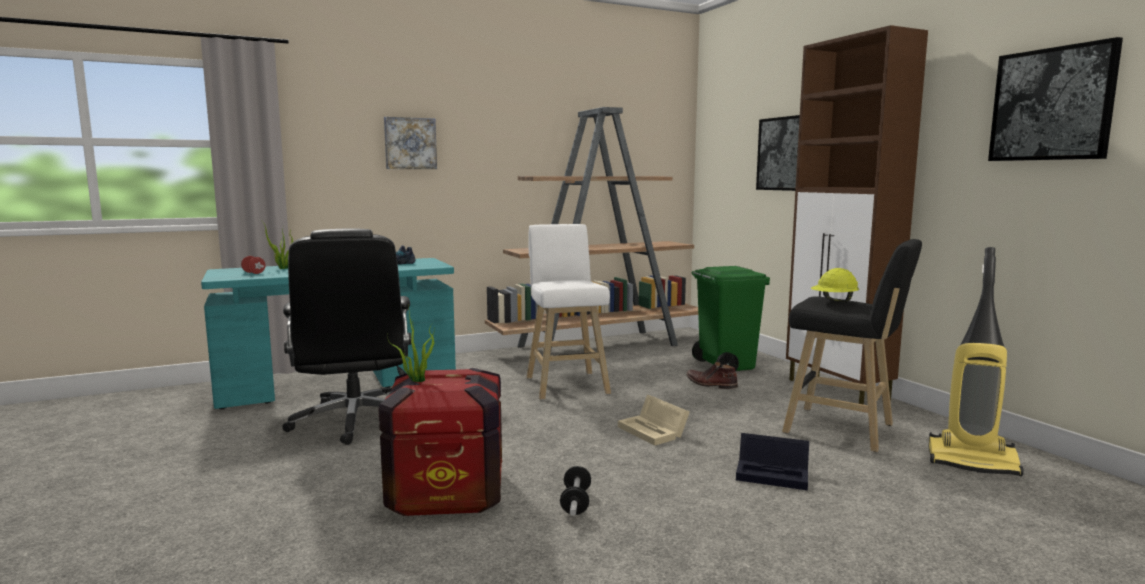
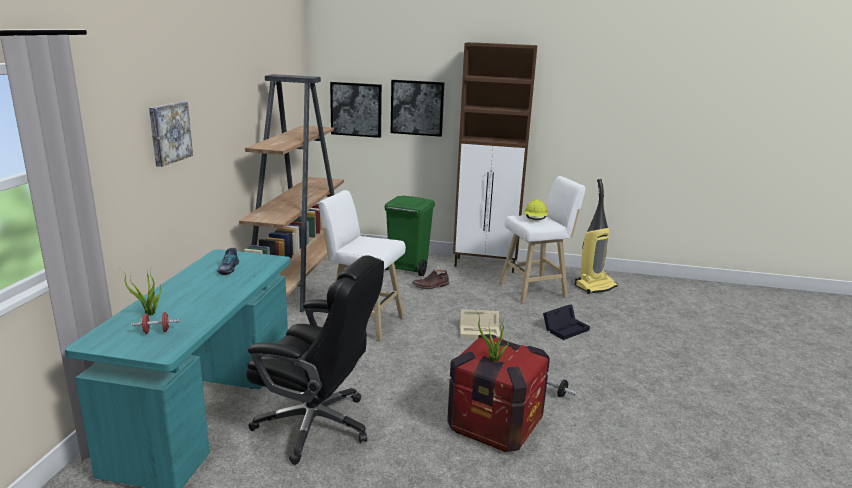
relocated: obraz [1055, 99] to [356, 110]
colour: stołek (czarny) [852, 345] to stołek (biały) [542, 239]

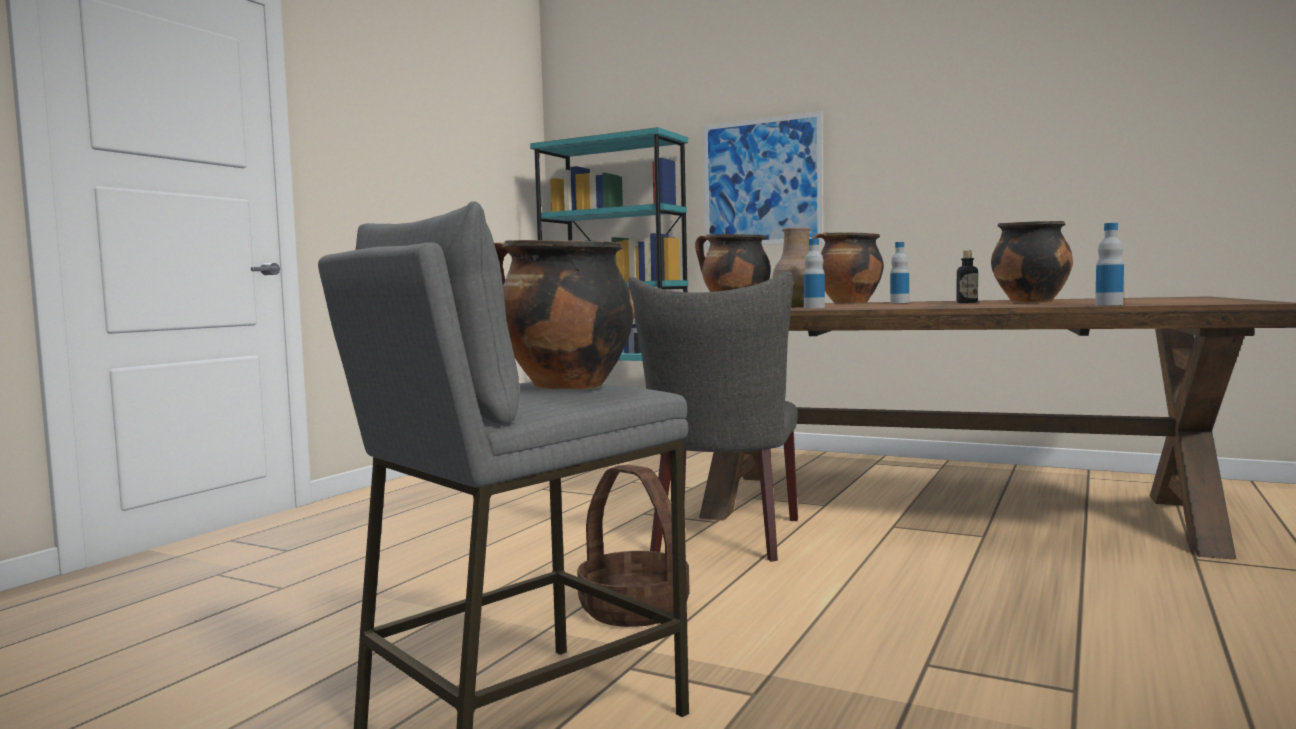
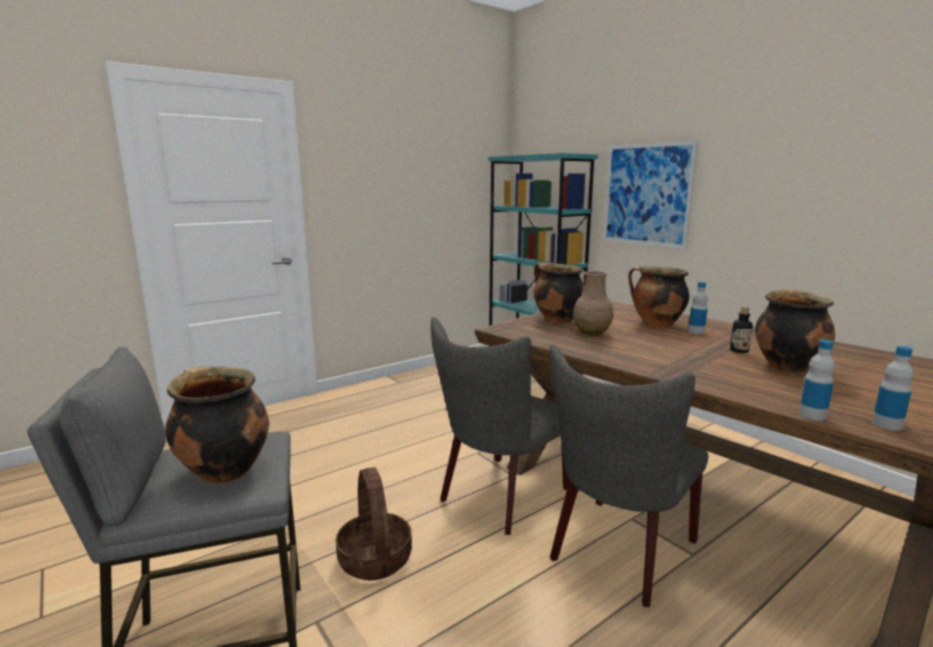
appeared: krzesło (szary) [628, 475]
relocated: butelka [814, 273] to [893, 388]

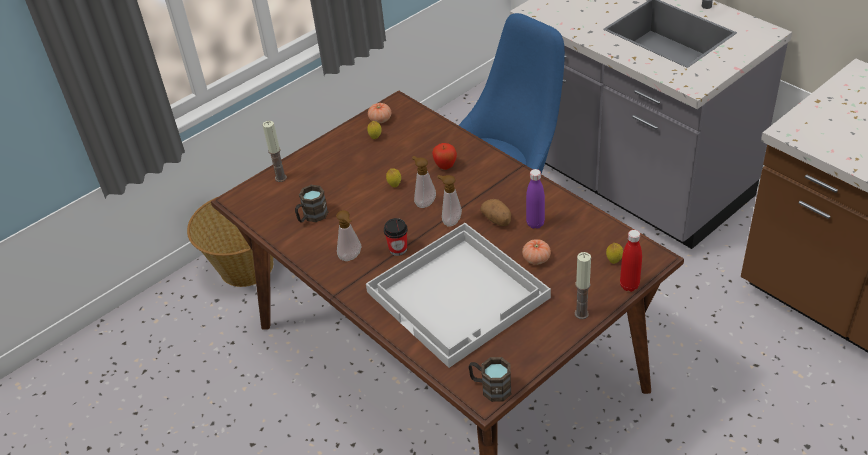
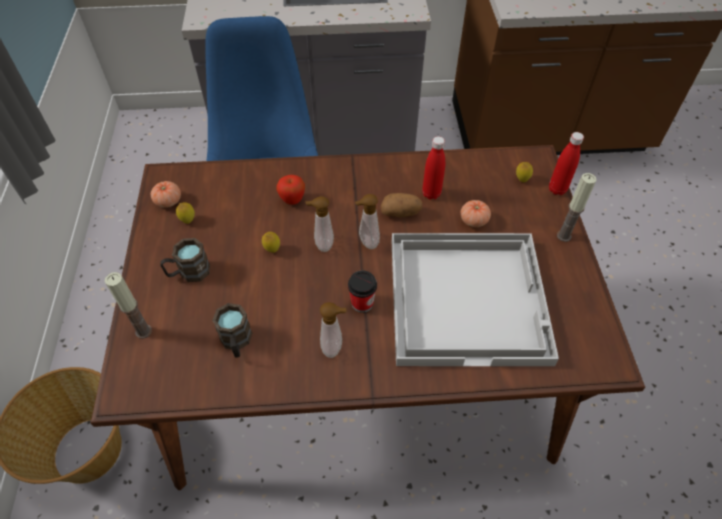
relocated: kubek (brązowy) [490, 379] to [185, 260]
colour: butelka (fioletowy) [535, 199] to butelka (czerwony) [433, 168]

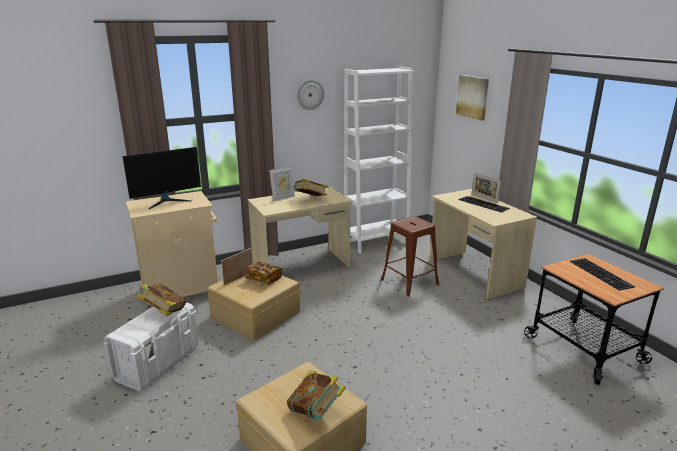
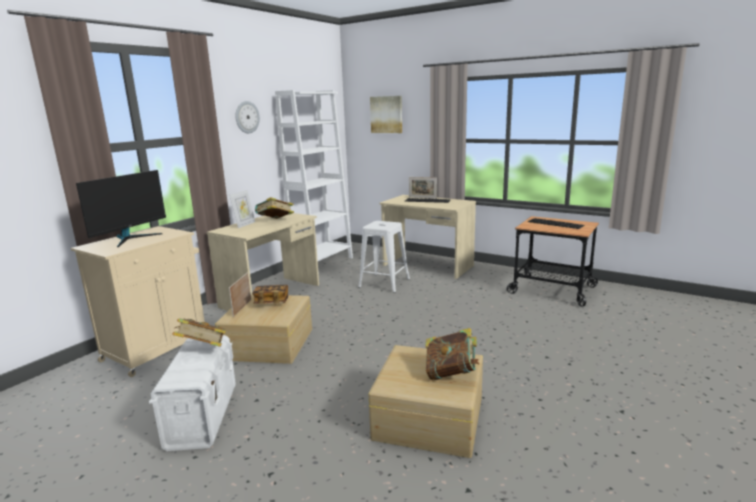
colour: stołek (brązowy) [410, 256] to stołek (biały) [384, 257]

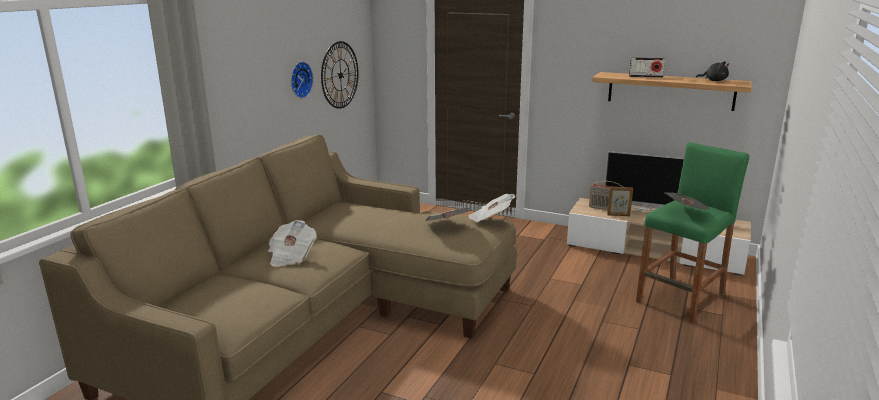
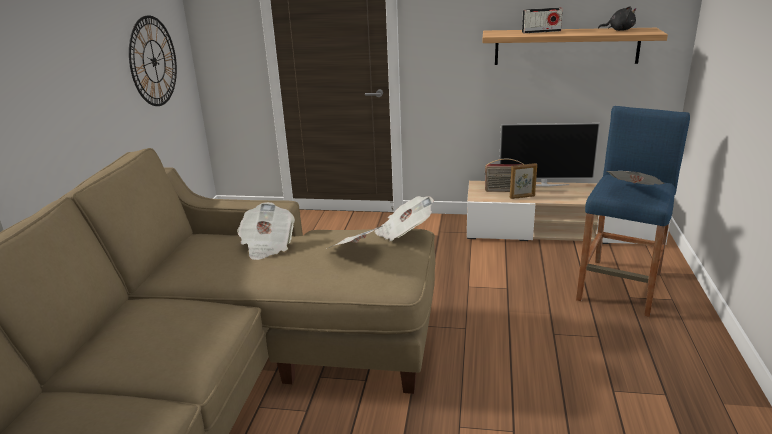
missing: zegar ścienny [302, 80]
relocated: gazeta [292, 243] to [266, 231]
colour: stołek (zielony) [692, 232] to stołek (niebieski) [633, 211]

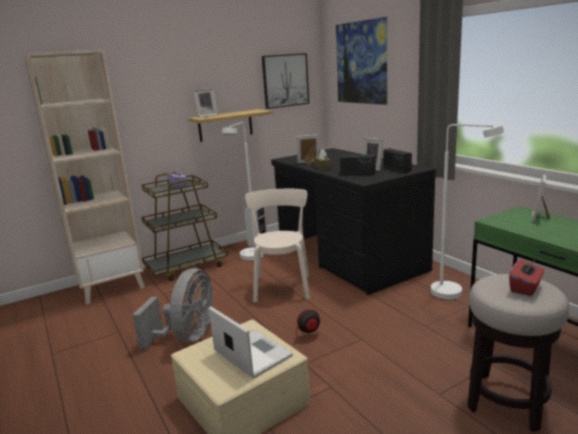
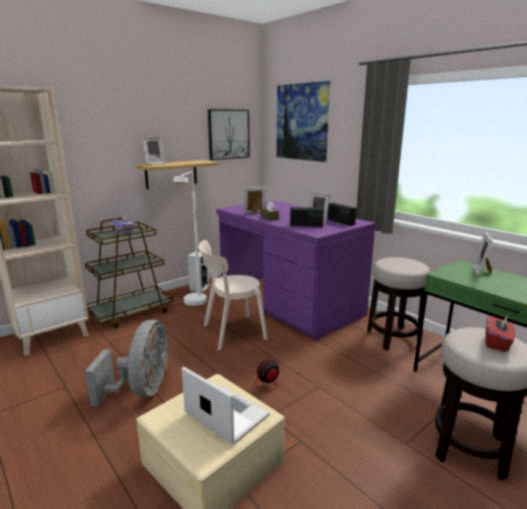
exchanged: lampa stojąca (biały) [467, 211] to stołek [399, 304]
colour: biurko (czarny) [353, 221] to biurko (fioletowy) [296, 270]
spun: krzesło (beżowy) [277, 245] = [233, 295] 105 degrees counterclockwise

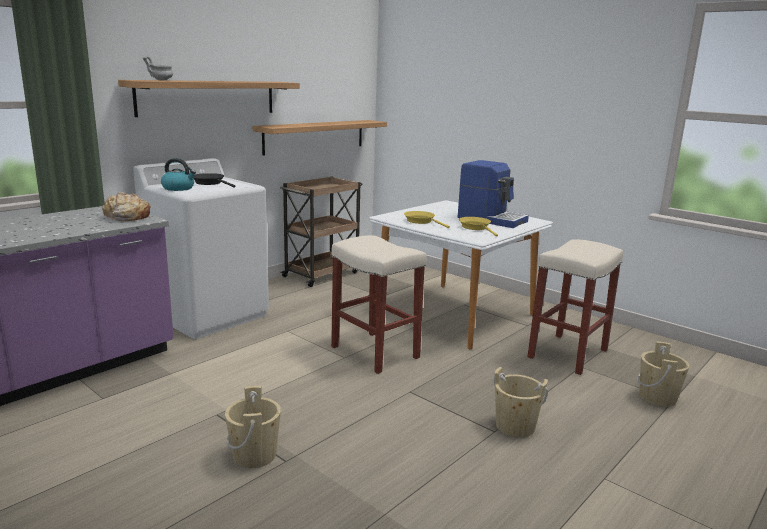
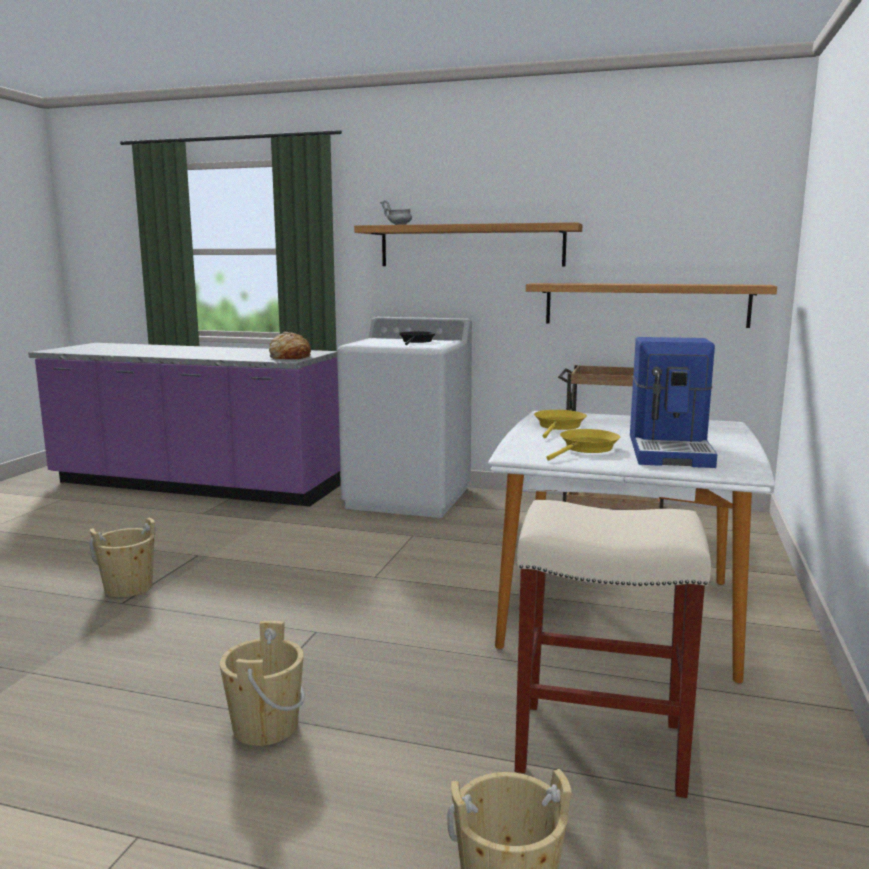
missing: czajnik [178, 174]; stołek (beżowy) [379, 304]

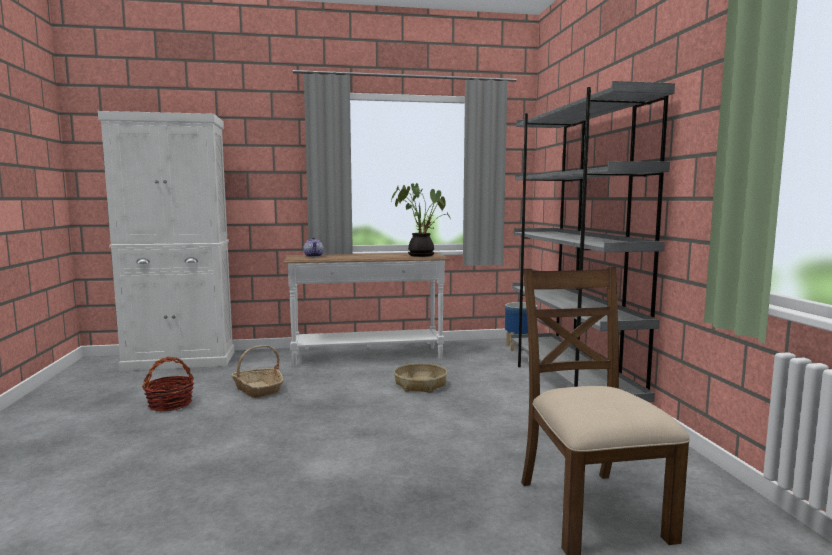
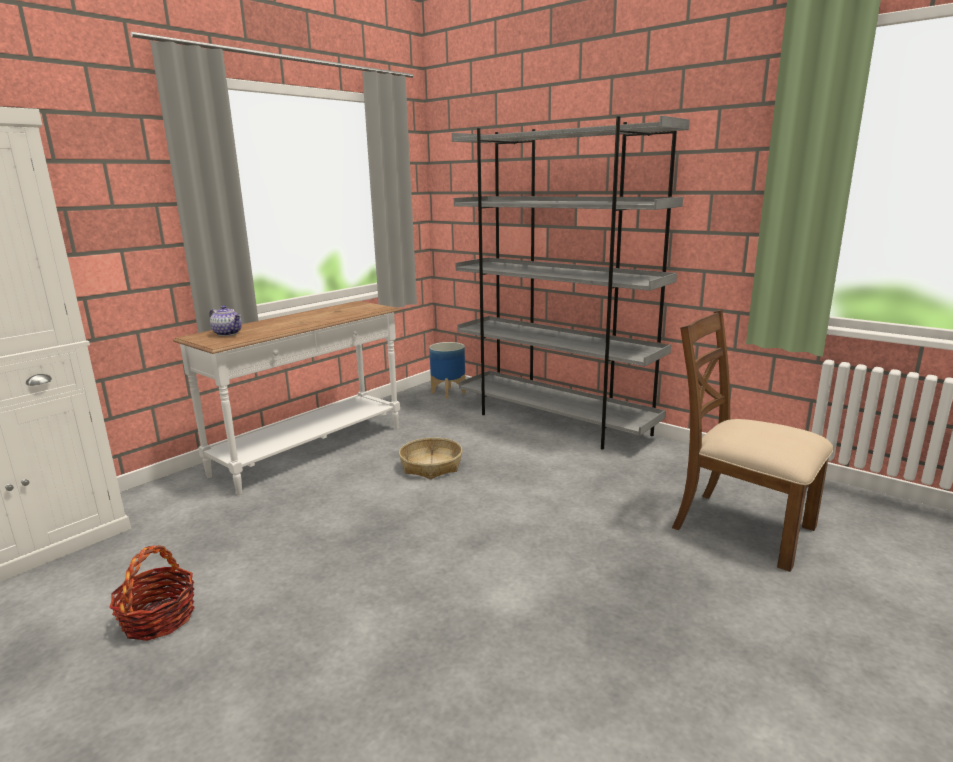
missing: koszyk [257, 371]; roślina doniczkowa [421, 220]

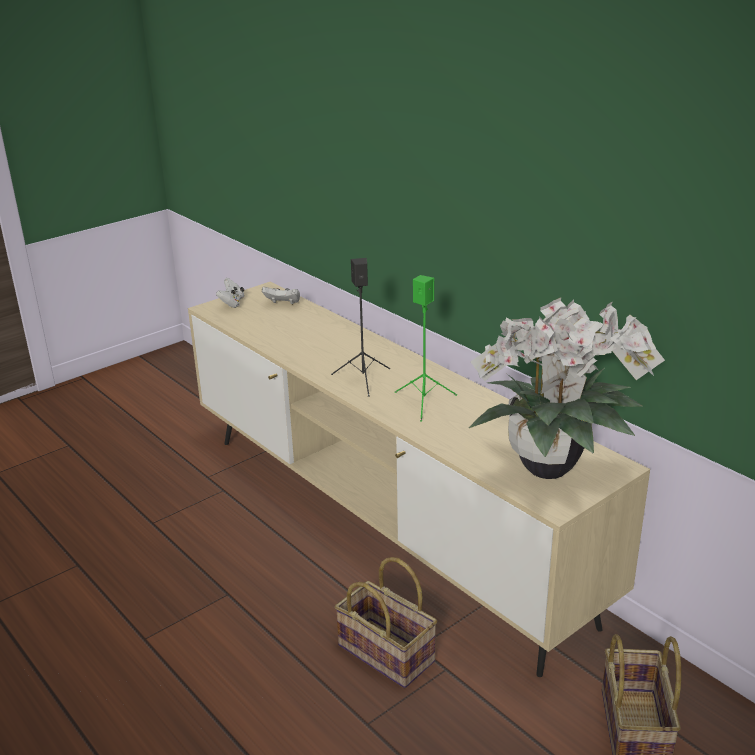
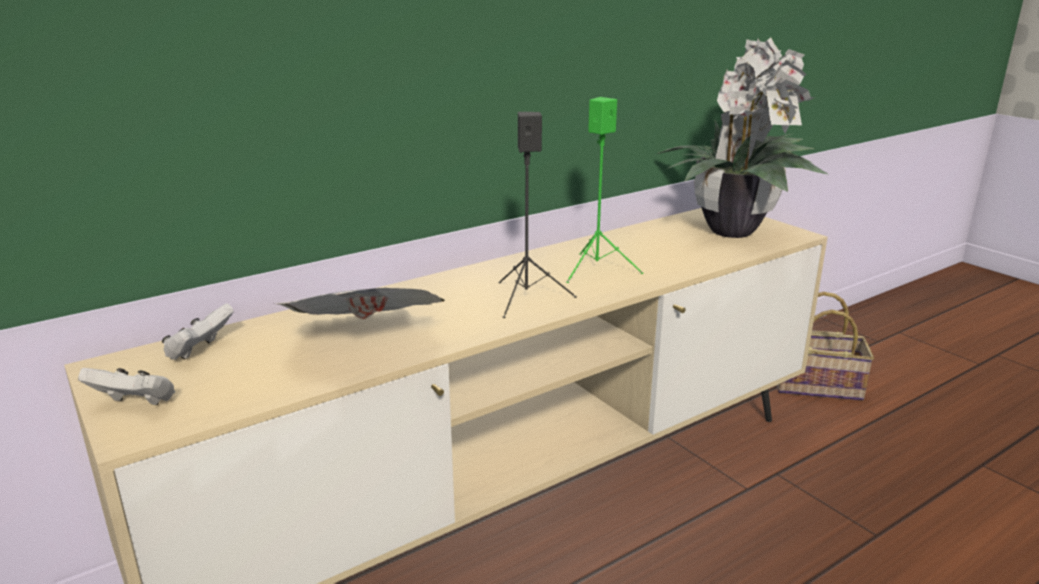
missing: koszyk [386, 622]
appeared: gazeta [360, 303]

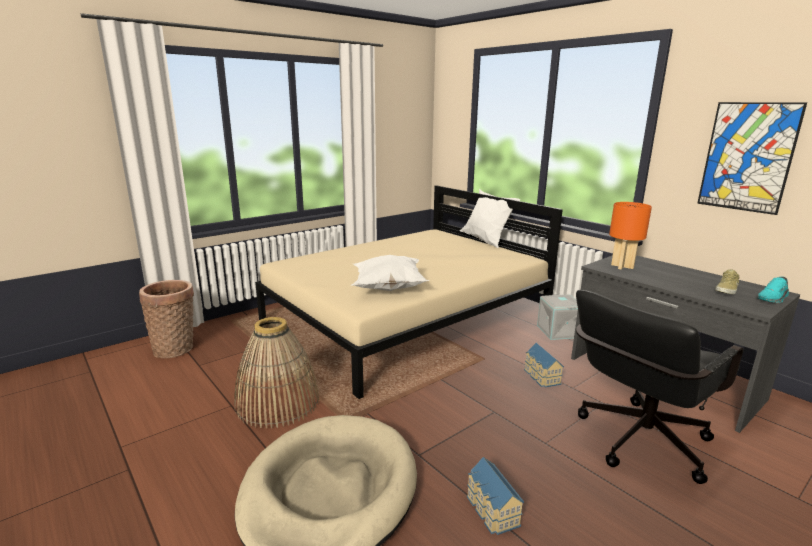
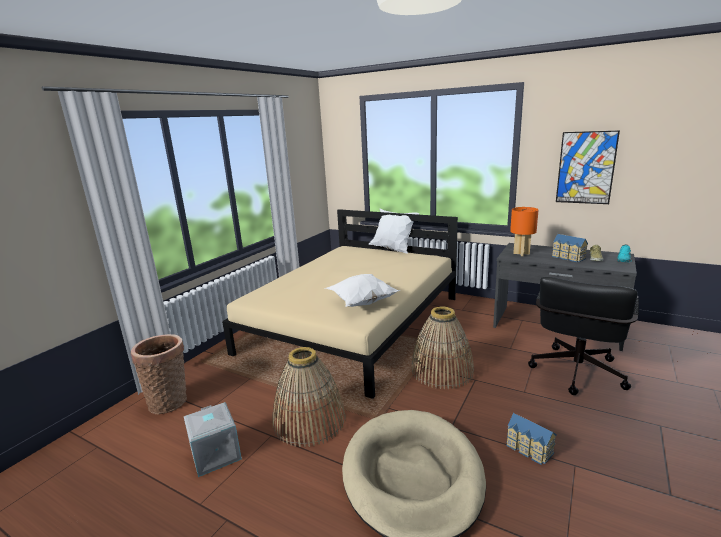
appeared: koszyk [442, 348]
relocated: domek [544, 365] to [570, 248]; pojemnik do przechowywania (szary) [557, 317] to [213, 439]

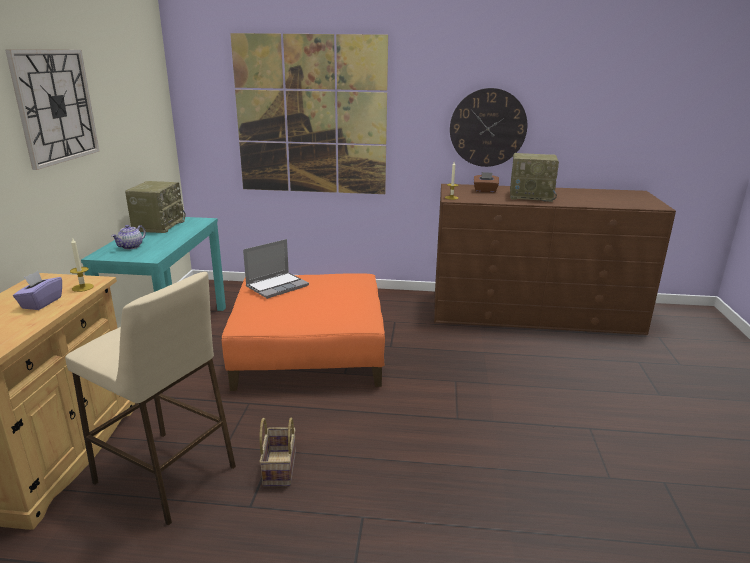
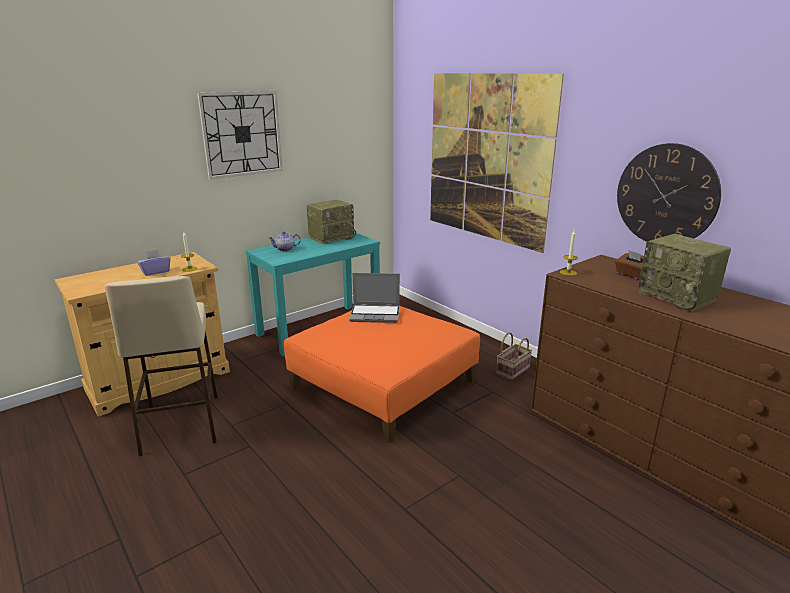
relocated: koszyk [277, 451] to [514, 356]

